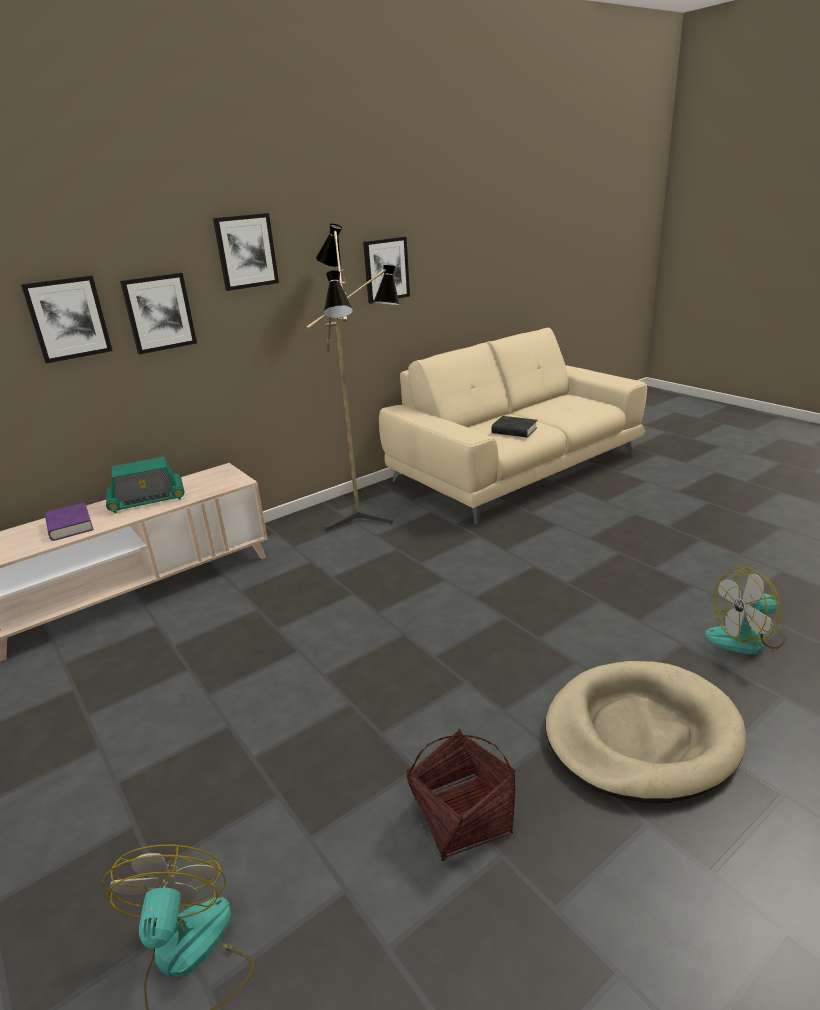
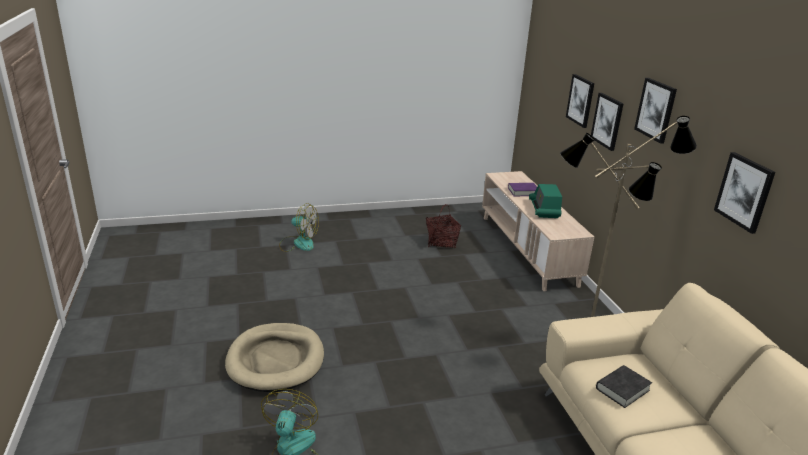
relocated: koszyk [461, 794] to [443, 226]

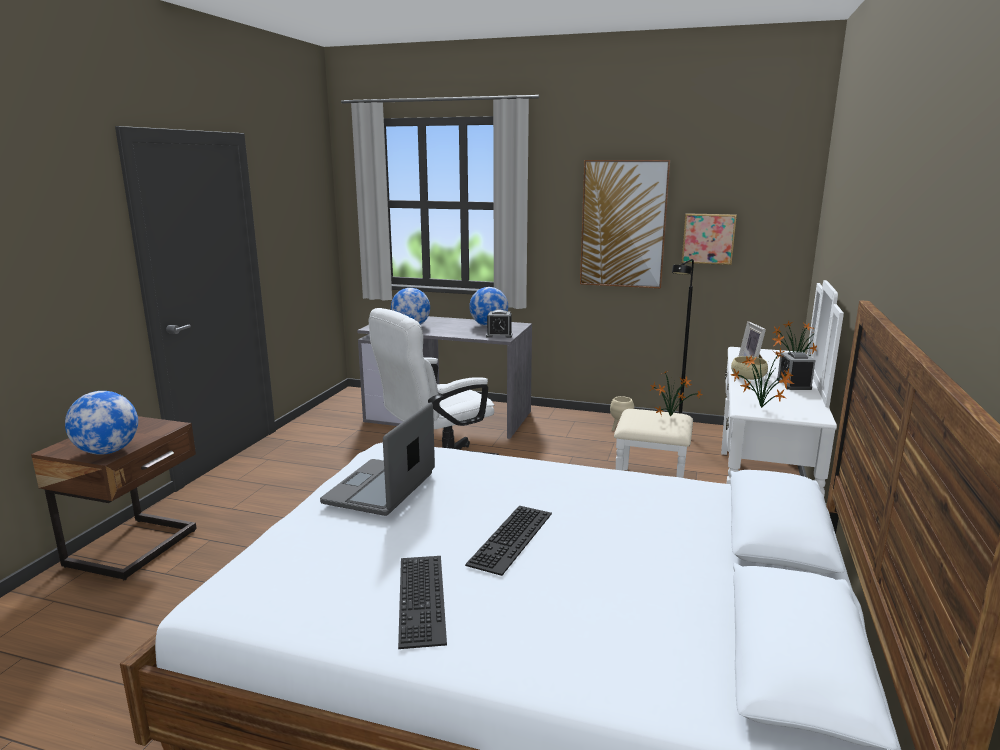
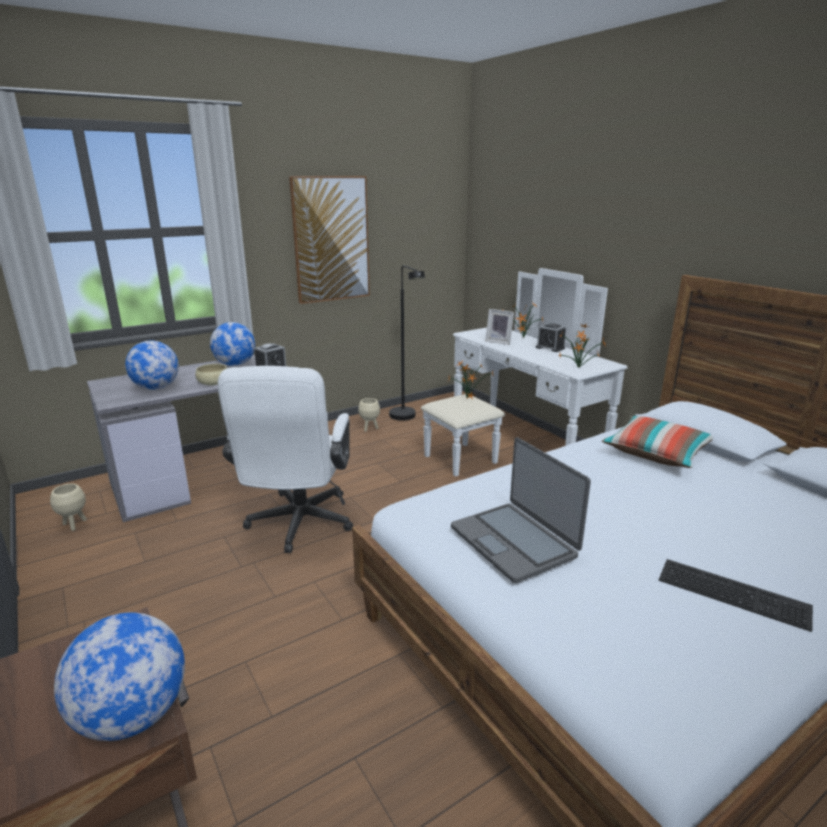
missing: klawiatura [508, 541]; obraz [709, 239]
appeared: donica (beżowy) [68, 507]; poduszka [657, 442]
relocated: miska (beżowy) [749, 368] to [211, 375]

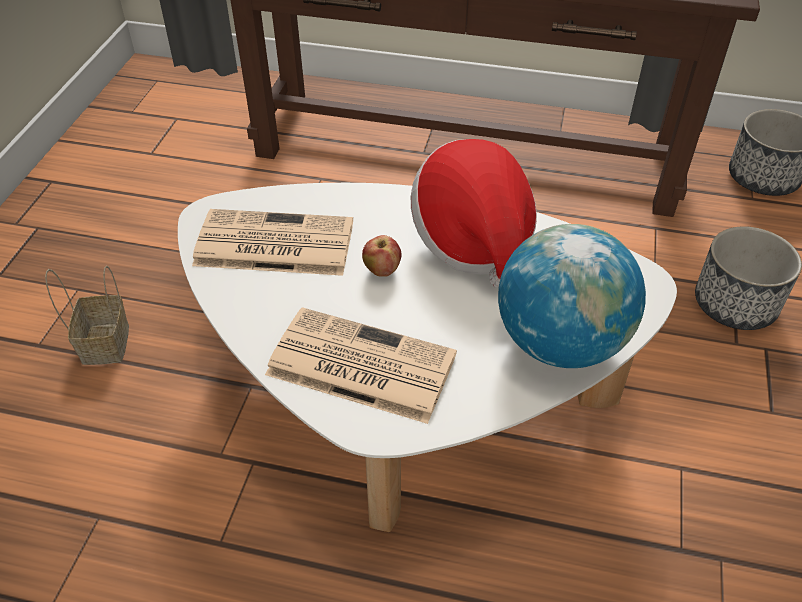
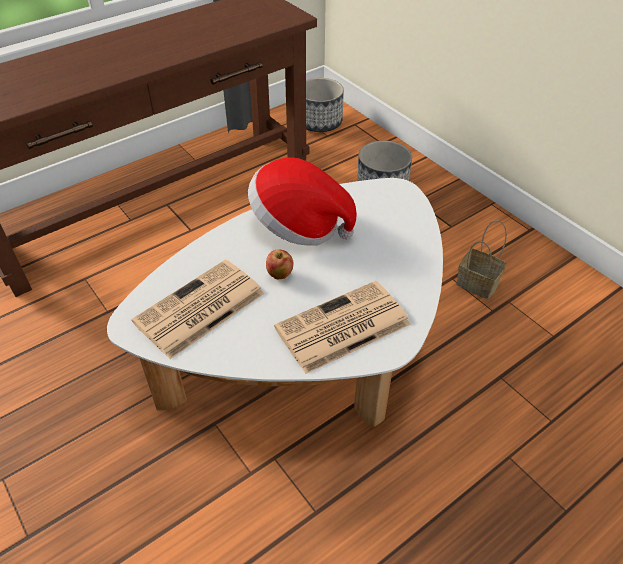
missing: globus [572, 296]
relocated: koszyk [87, 315] to [481, 259]

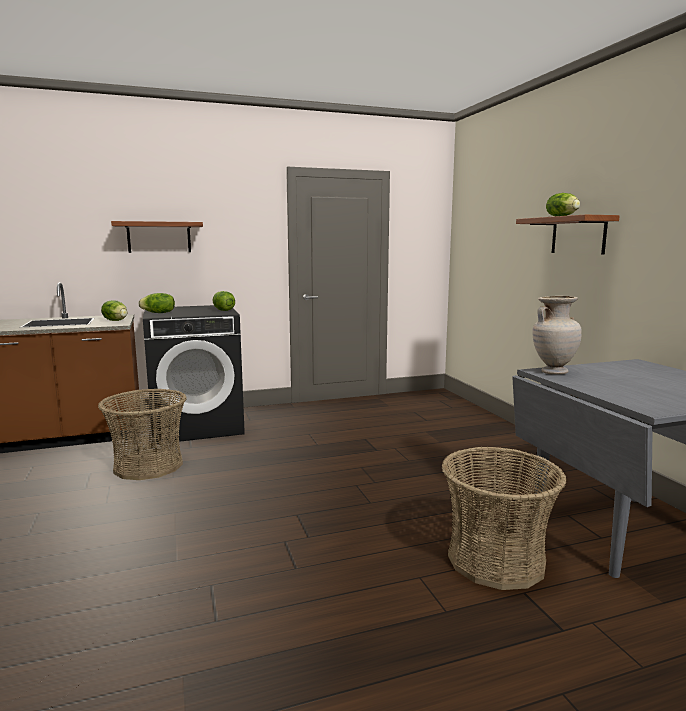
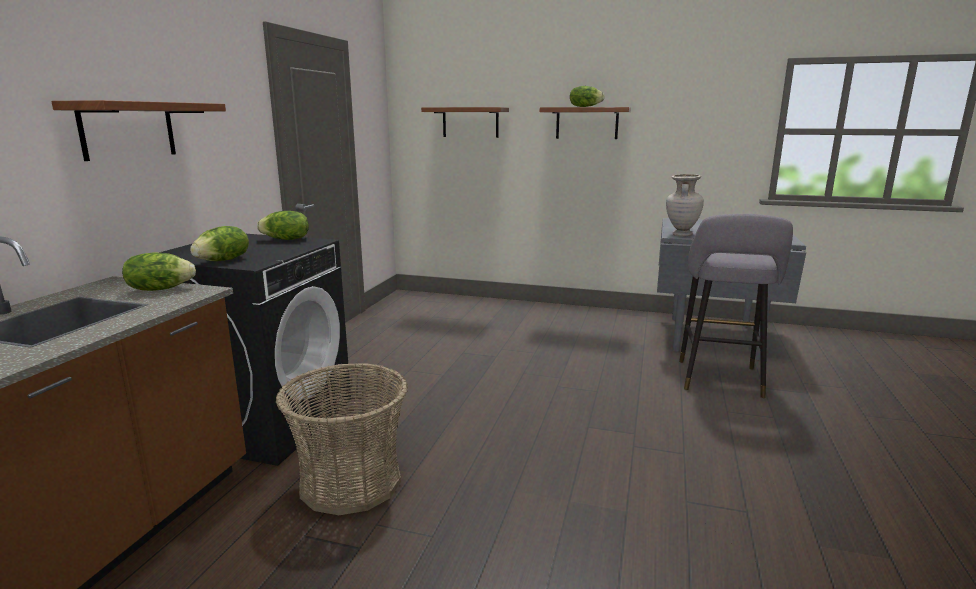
appeared: półka [465, 122]
exchanged: koszyk [504, 518] to stołek (szary) [736, 306]

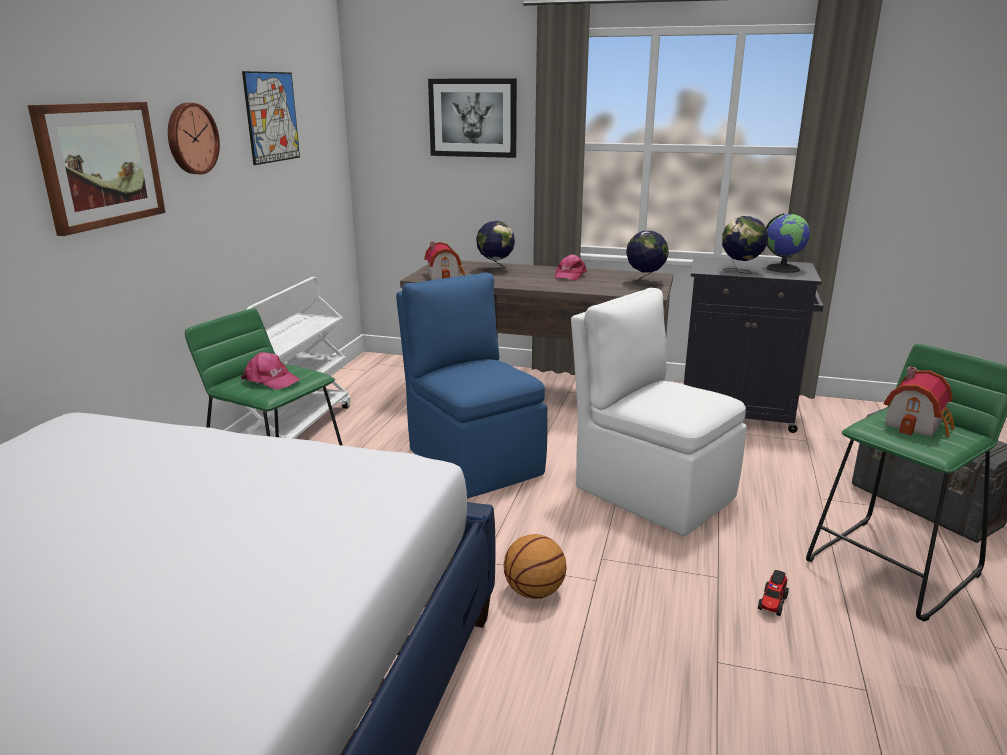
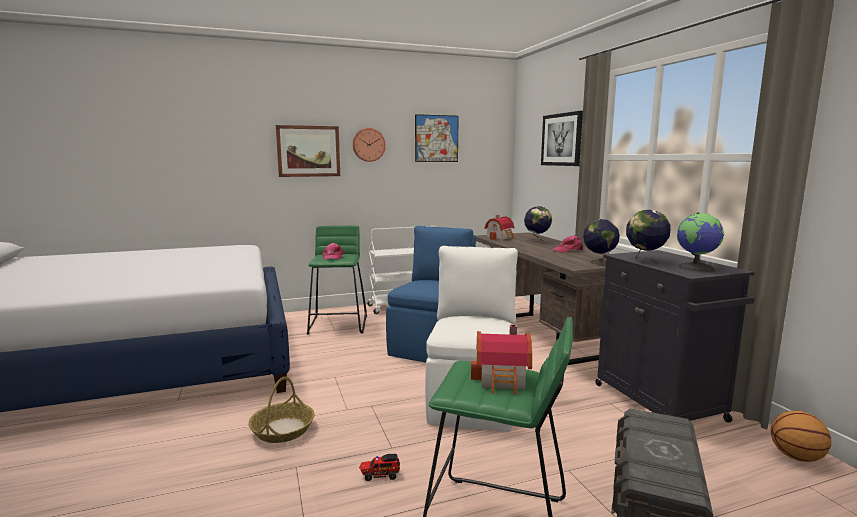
appeared: koszyk [281, 410]
relocated: piłka do koszykówki [535, 566] to [801, 436]

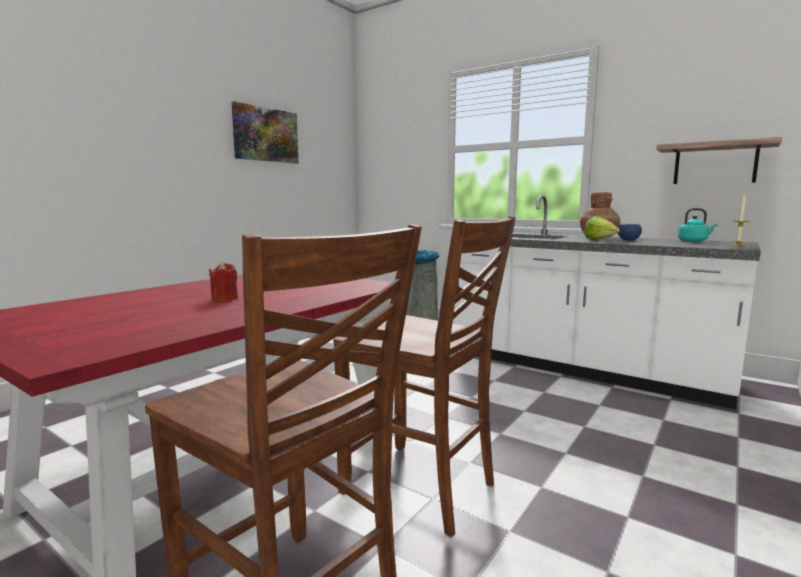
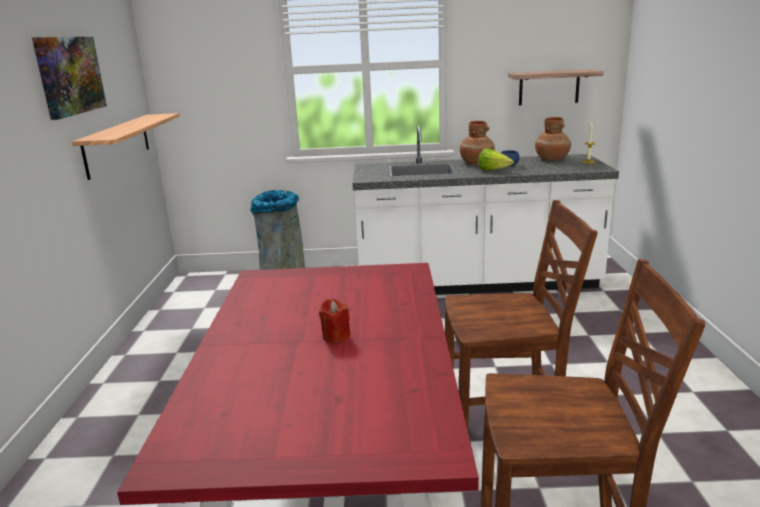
appeared: półka [126, 146]
exchanged: czajnik (turkusowy) [698, 225] to wazon (brązowy) [553, 138]

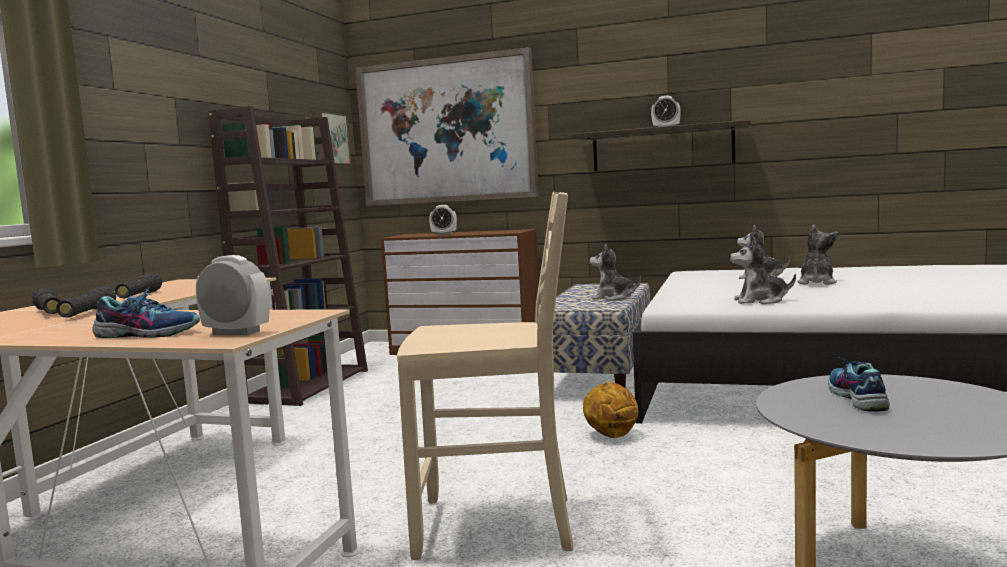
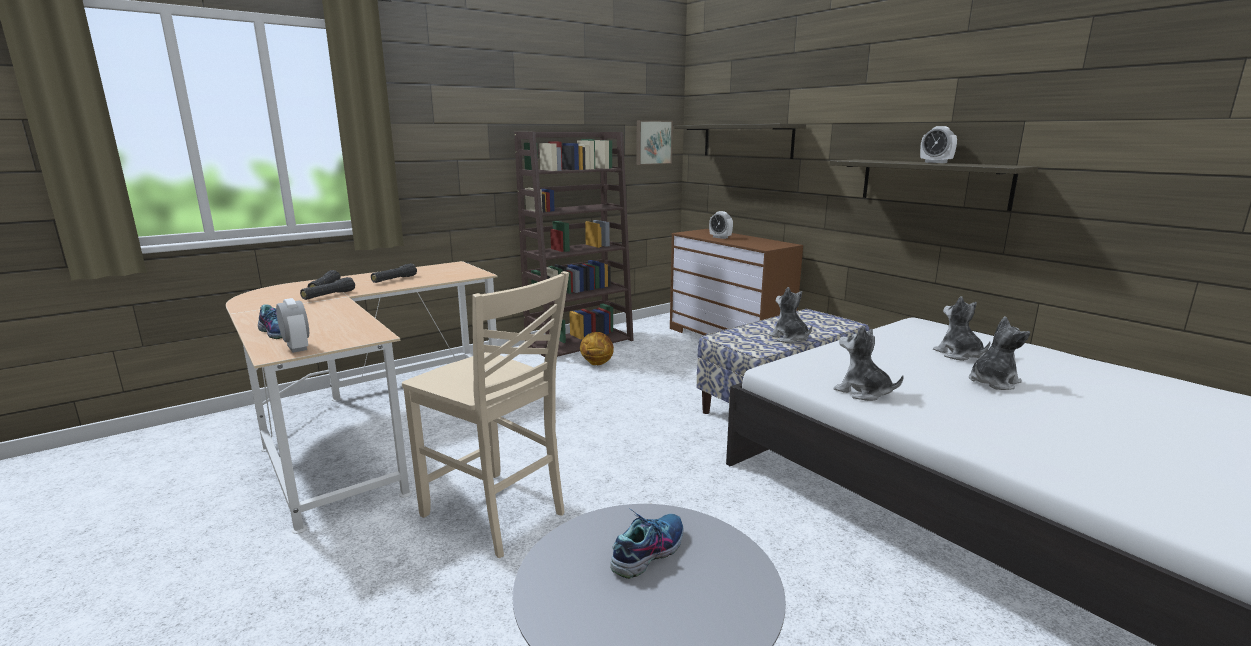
relocated: piłka do koszykówki [611, 410] to [597, 348]
exchanged: obraz [447, 126] to półka [740, 141]

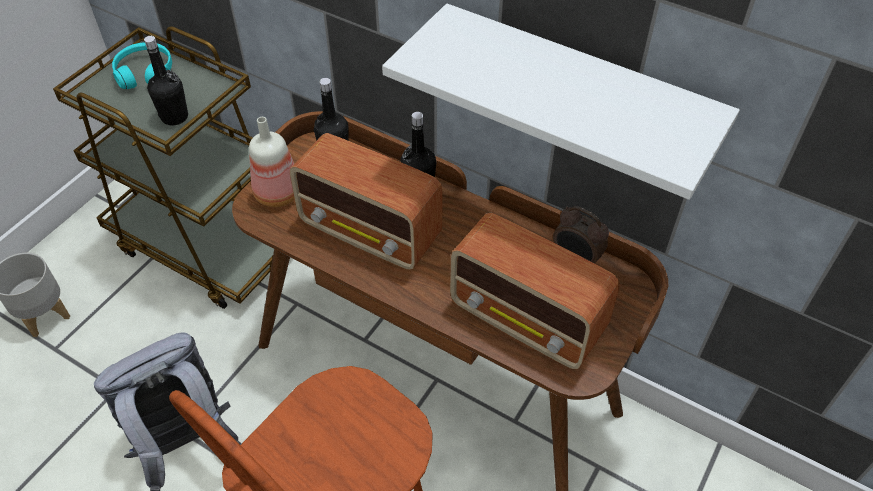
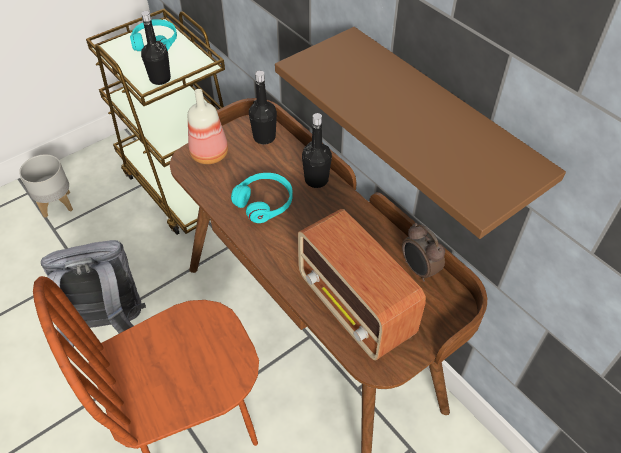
exchanged: radio [366, 201] to słuchawki (turkusowy) [262, 198]
colour: półka (biały) [561, 101] to półka (brązowy) [420, 133]

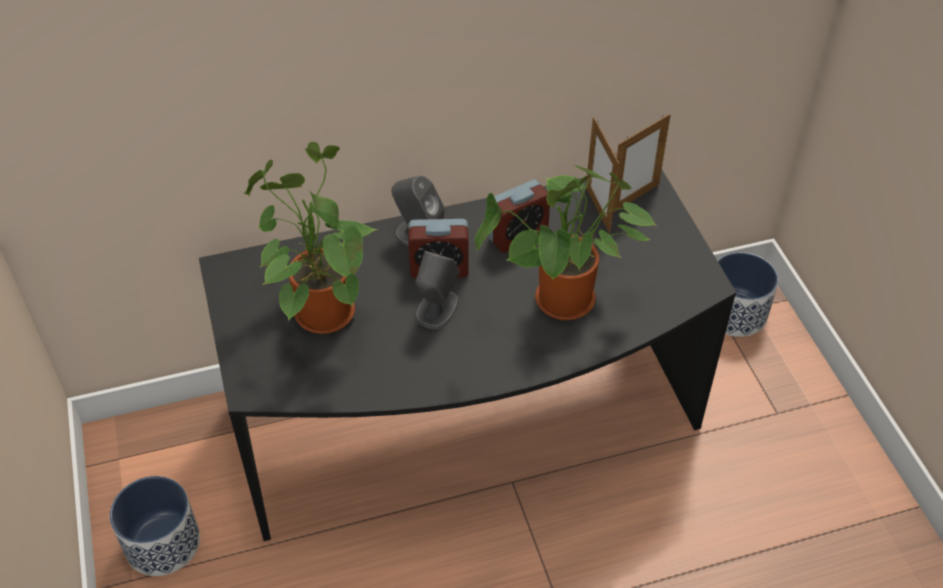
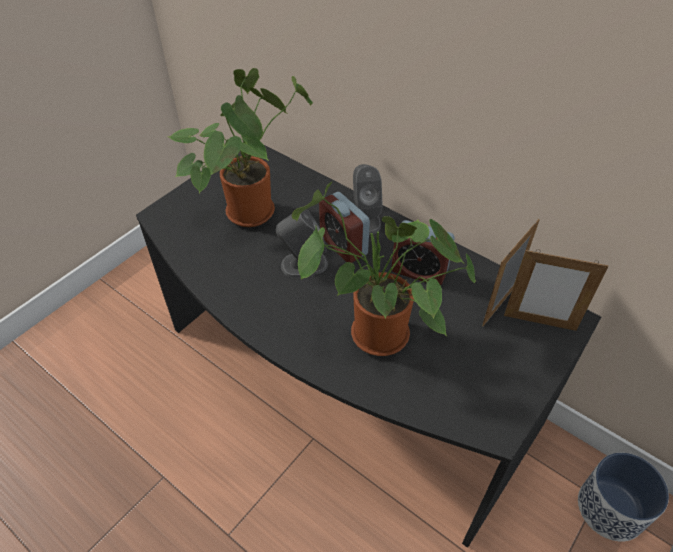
missing: donica [155, 526]

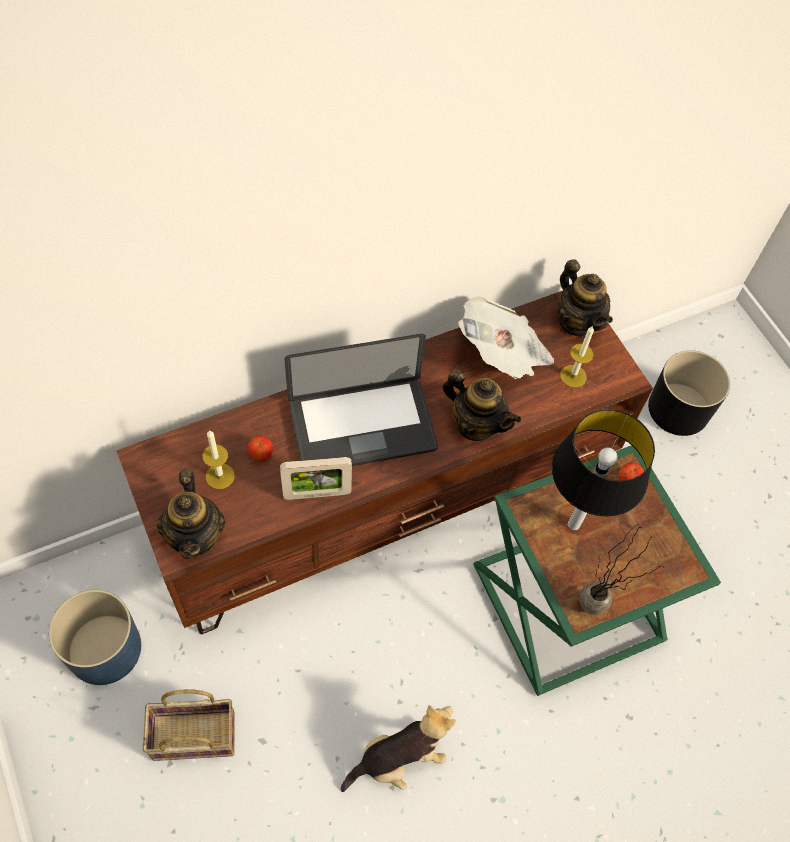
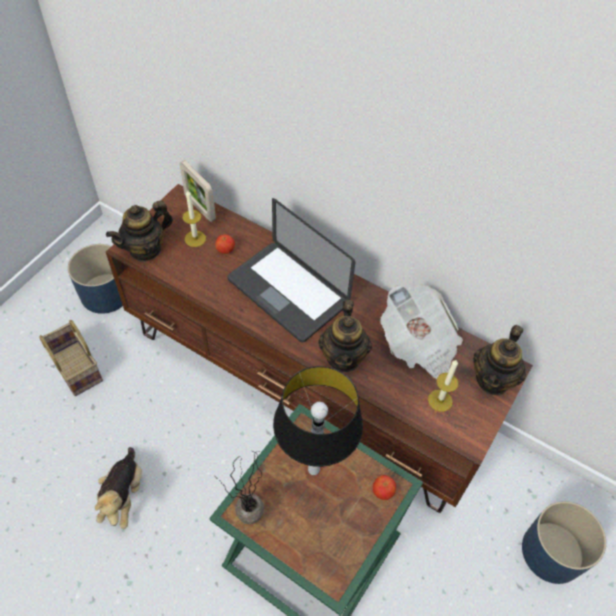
relocated: ramka na zdjęcie [316, 478] to [198, 191]
colour: donica (czarny) [689, 393] to donica (niebieski) [564, 542]
spun: pluszak [398, 748] = [118, 488] 60 degrees clockwise

